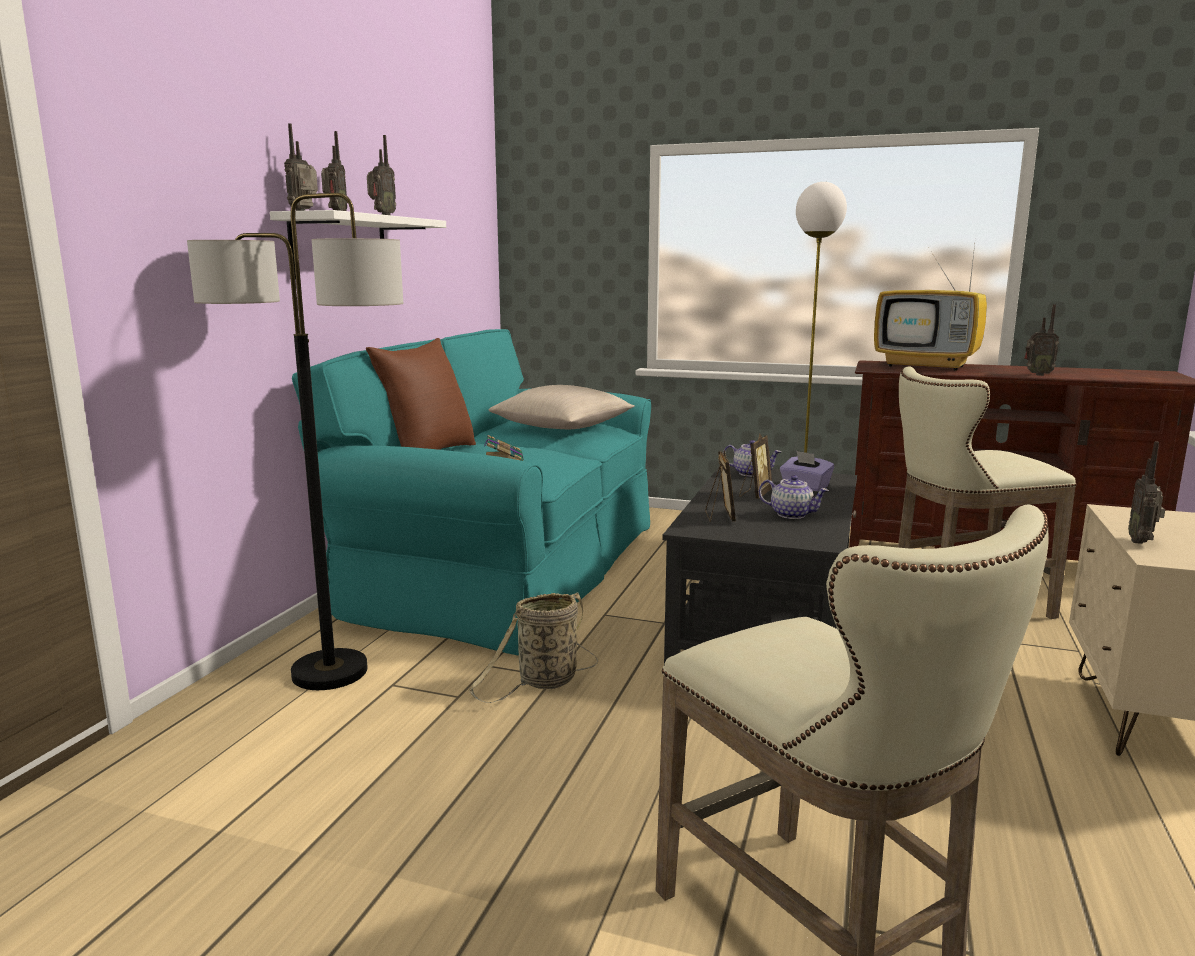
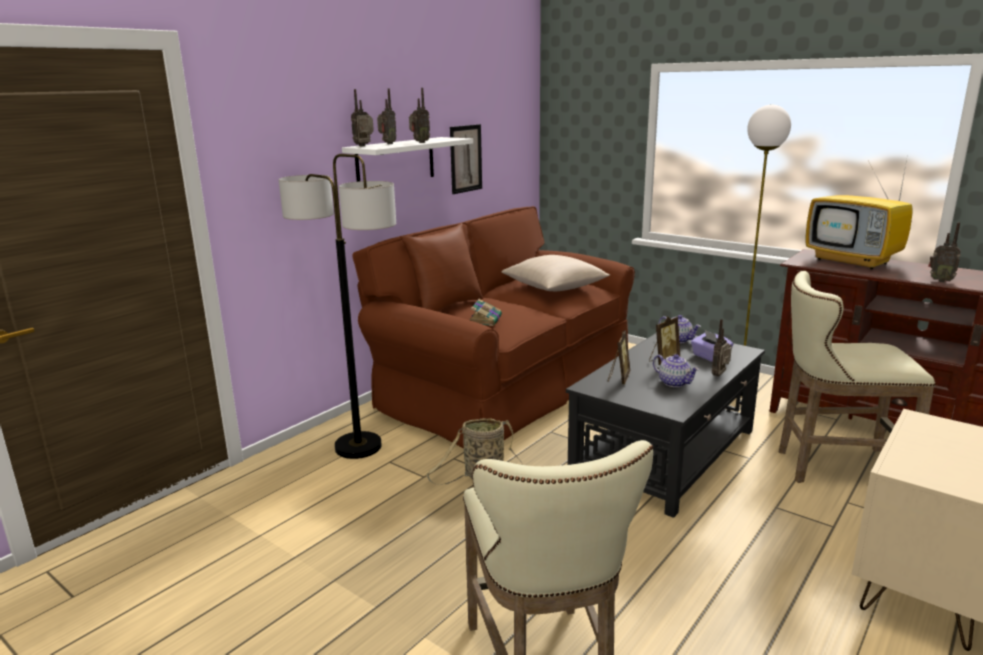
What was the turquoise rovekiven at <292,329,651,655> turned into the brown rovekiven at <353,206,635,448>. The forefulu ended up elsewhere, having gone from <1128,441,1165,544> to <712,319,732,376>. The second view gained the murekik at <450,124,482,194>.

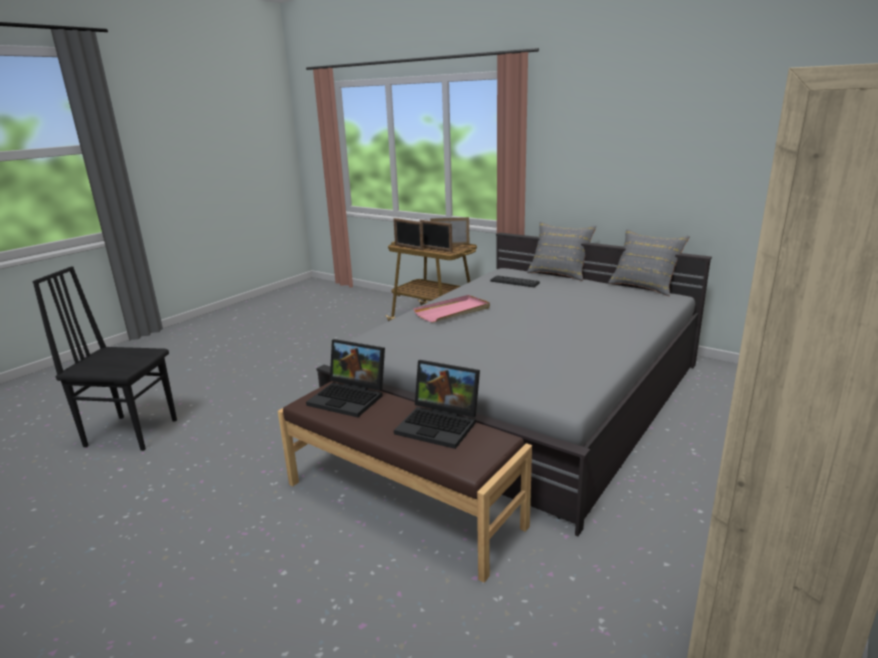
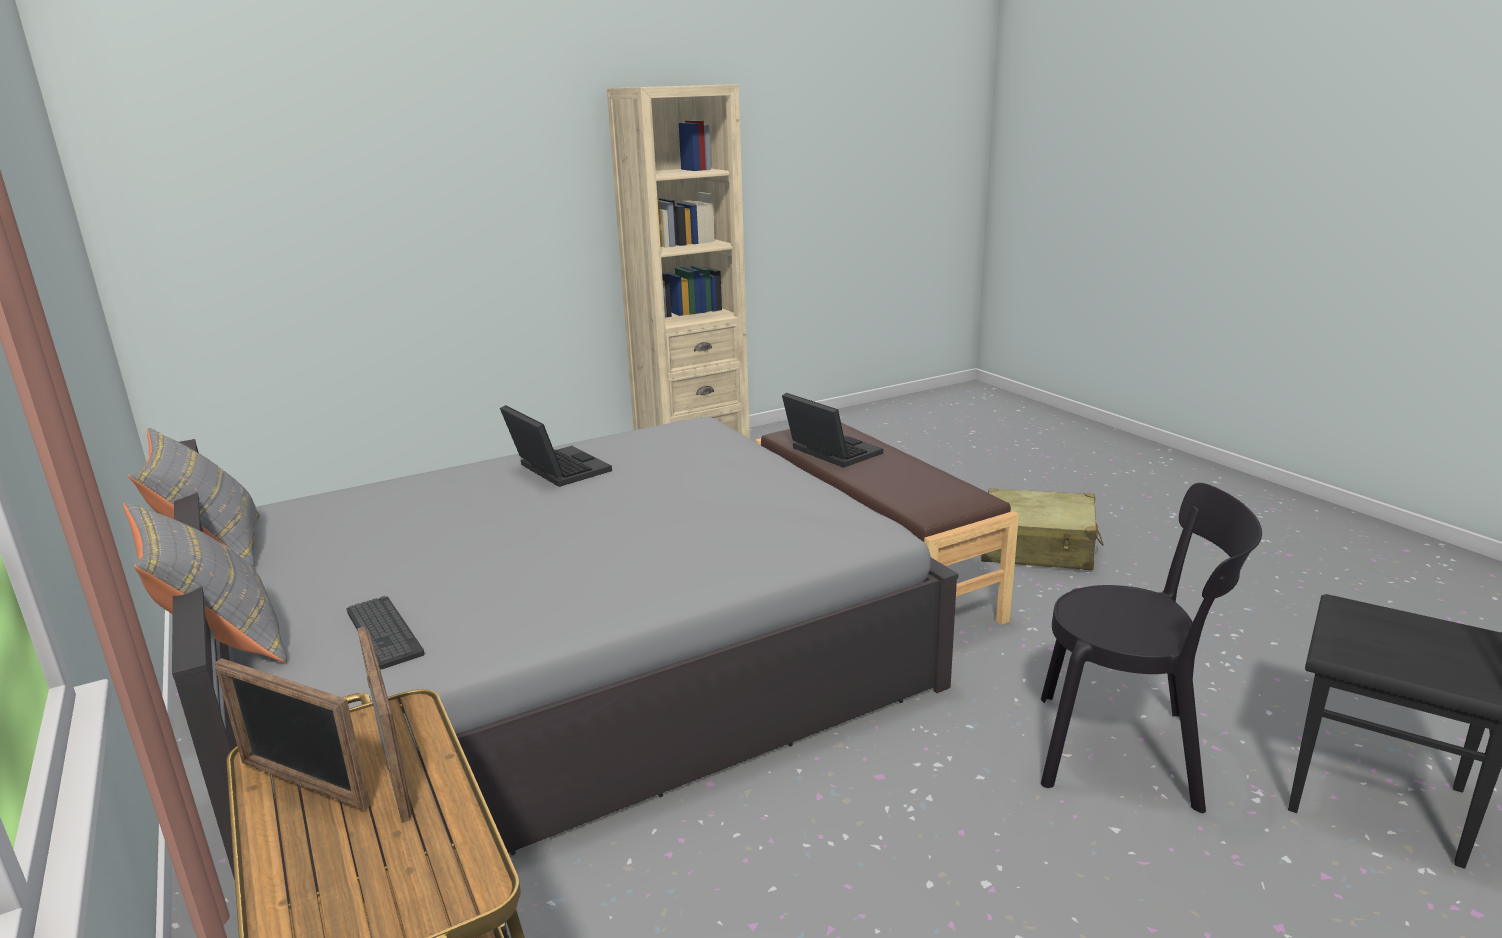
The second view lost the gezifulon at <393,218,424,250>. The second view lost the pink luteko at <413,295,490,322>. The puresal ended up elsewhere, having gone from <306,339,385,417> to <500,405,612,487>. The second view gained the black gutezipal at <1041,483,1262,813>. The second view gained the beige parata at <981,488,1104,570>.

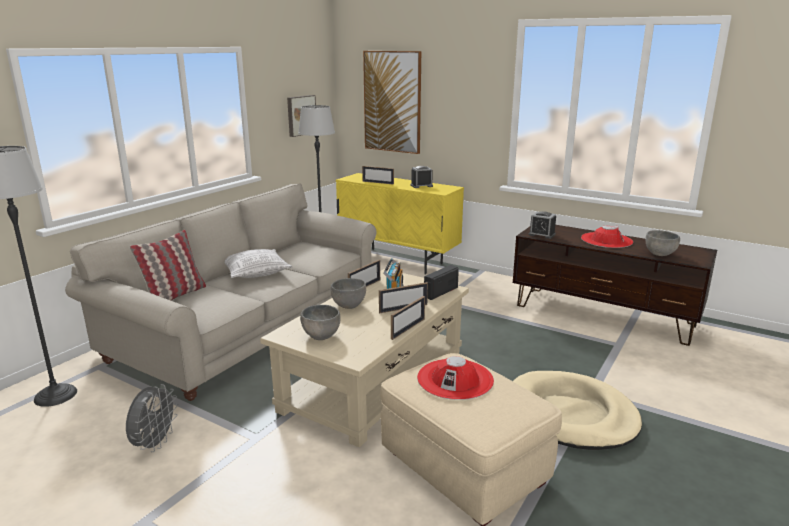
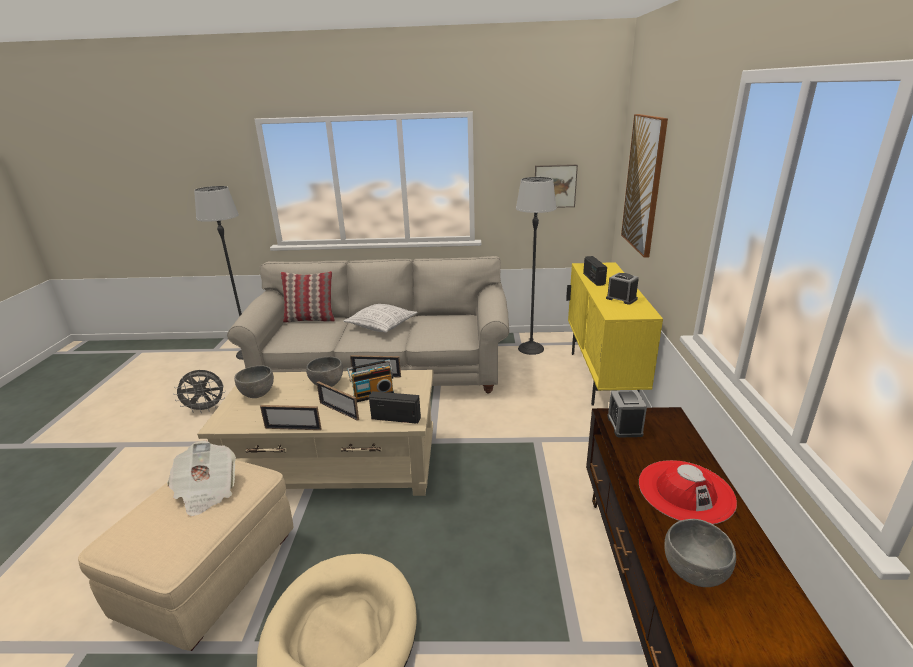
Where the gezifulon stood at <362,166,394,184>, the forefulu came to stand at <583,256,607,286>. Where the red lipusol stood at <417,356,494,400>, the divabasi came to stand at <167,440,236,516>.

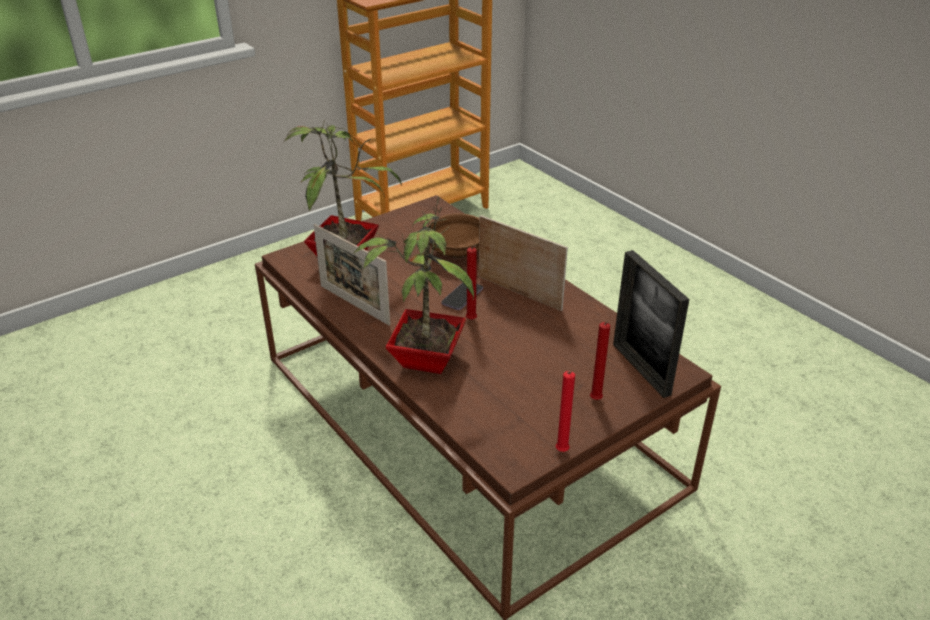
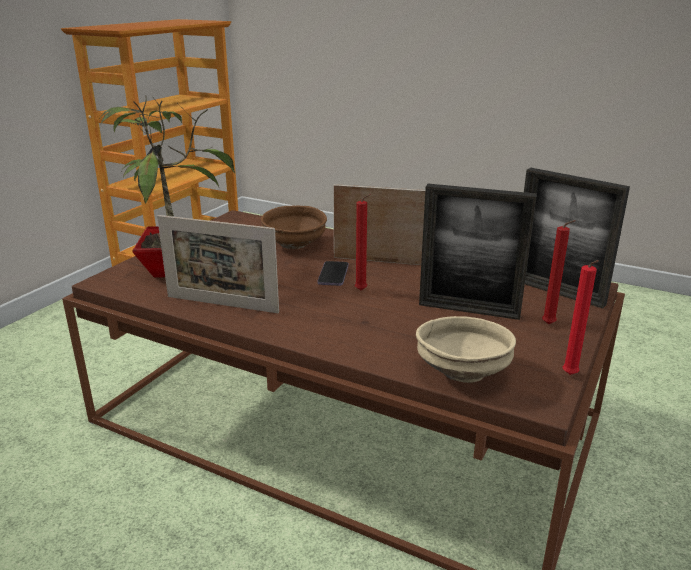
The second view lost the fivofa at <354,196,474,374>. The second view gained the gezifulon at <419,184,537,320>. The second view gained the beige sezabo at <416,316,516,383>.

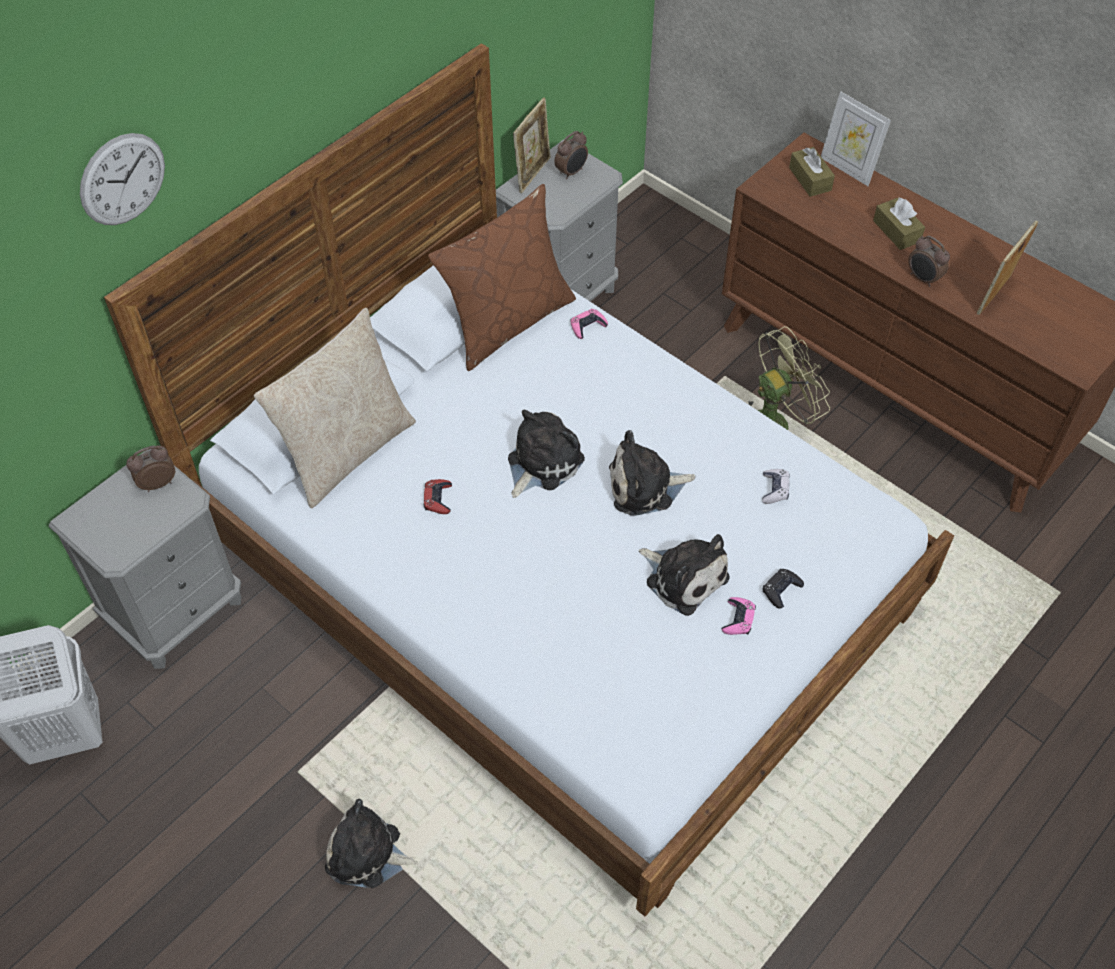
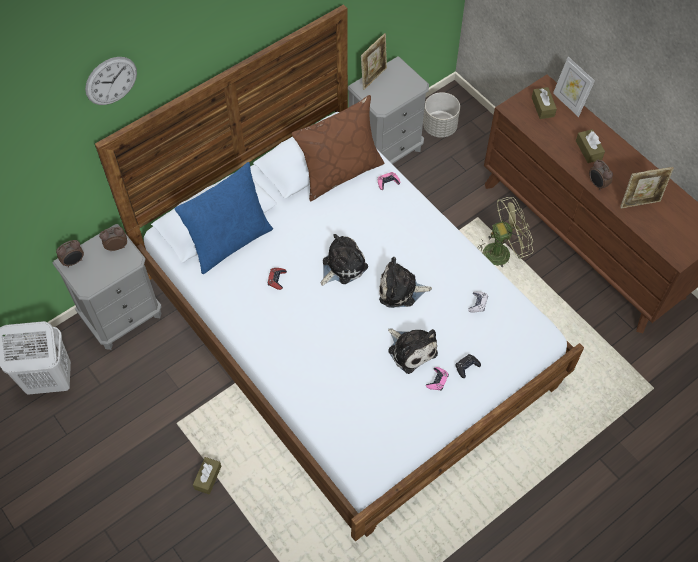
The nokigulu ended up elsewhere, having gone from <554,131,588,180> to <56,240,84,268>. The gezifulon at <977,221,1038,315> ended up facing another way, 150 degrees counterclockwise from before. What was the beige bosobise at <254,308,416,508> turned into the blue bosobise at <175,162,273,274>. Where the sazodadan stood at <325,799,418,888>, the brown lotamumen came to stand at <193,457,221,495>. The second view gained the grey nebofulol at <423,92,460,138>.

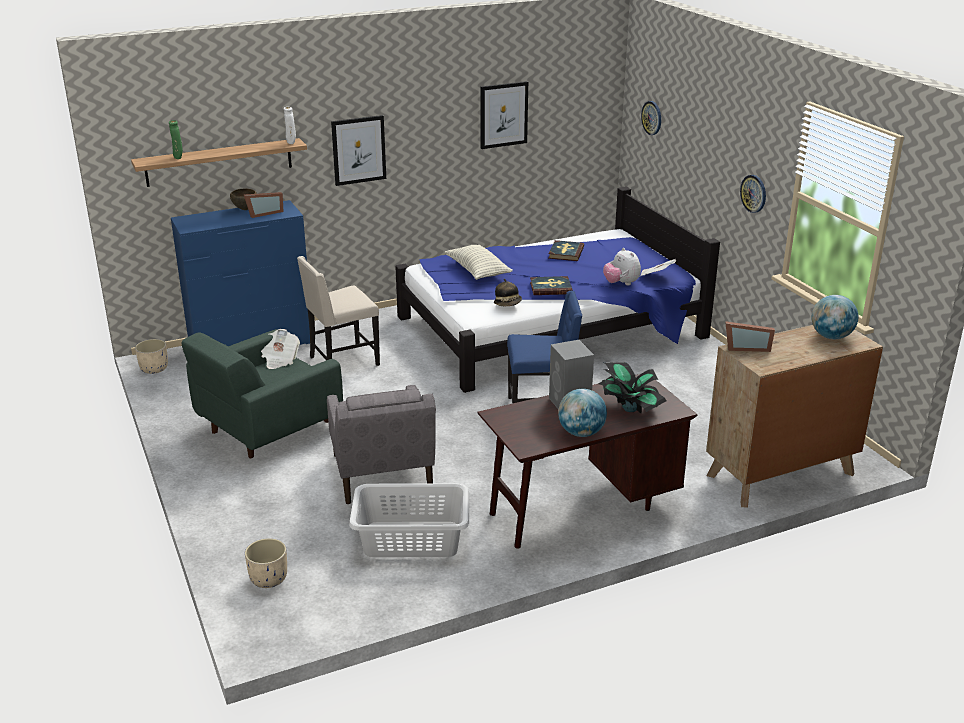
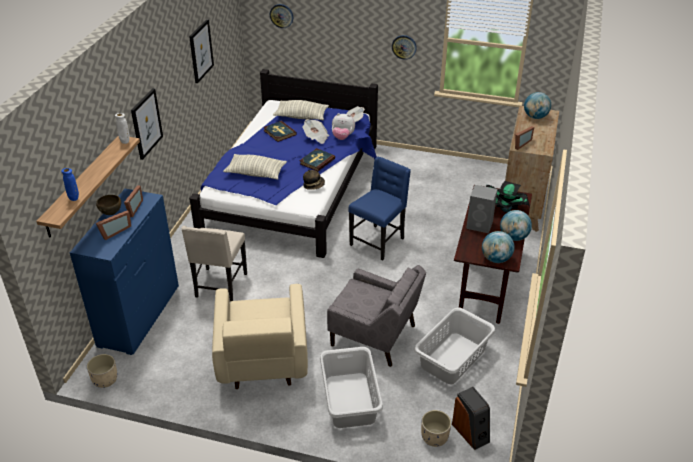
What was the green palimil at <169,120,183,159> turned into the blue palimil at <61,168,79,201>. What was the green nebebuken at <182,329,343,459> turned into the beige nebebuken at <212,284,308,389>. The divabasi ended up elsewhere, having gone from <261,329,300,369> to <302,119,329,144>. The second view gained the bosobise at <273,100,329,120>. The second view gained the gezifulon at <96,211,131,240>. The second view gained the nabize at <482,231,515,263>. The second view gained the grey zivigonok at <320,347,383,428>. The second view gained the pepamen at <452,387,490,450>.

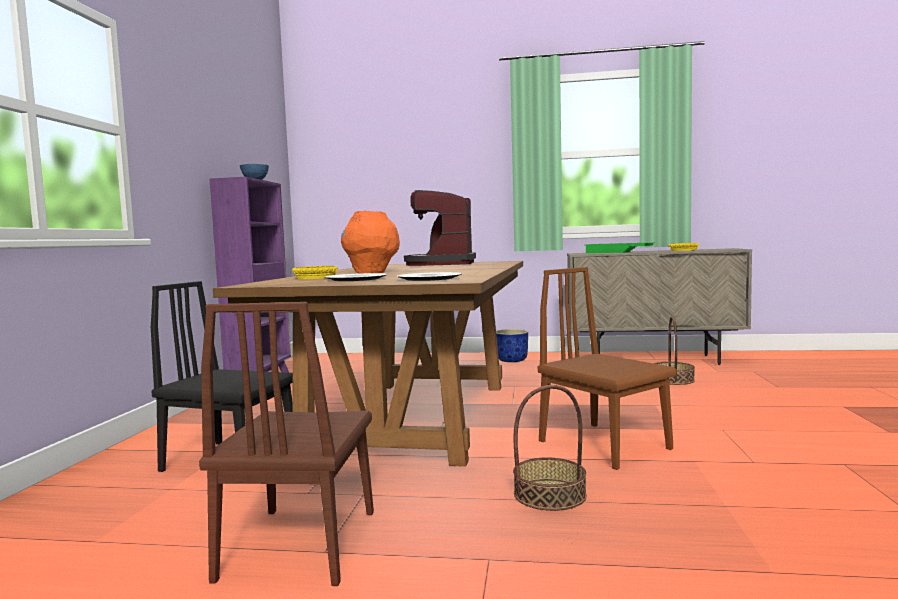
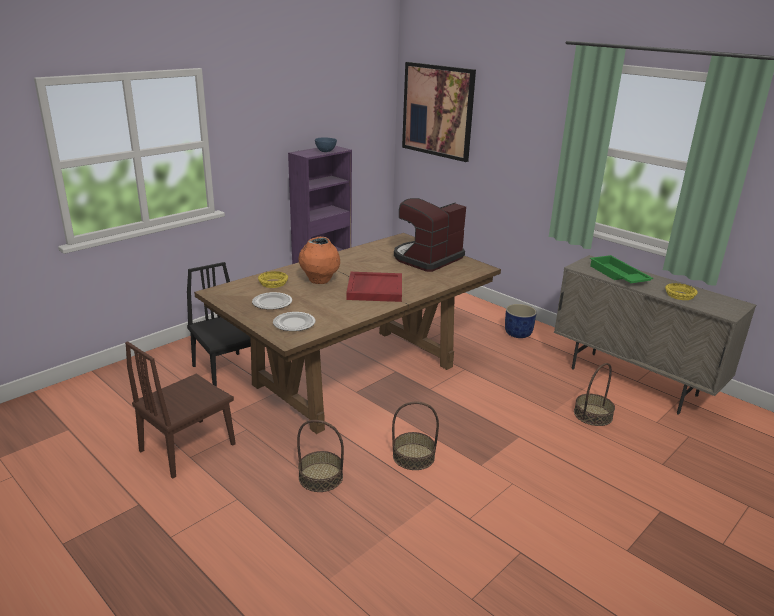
Where the brown gutezipal stood at <538,267,677,470>, the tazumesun came to stand at <392,402,439,470>. The second view gained the murekik at <402,62,476,162>. The second view gained the red luteko at <346,272,402,302>.

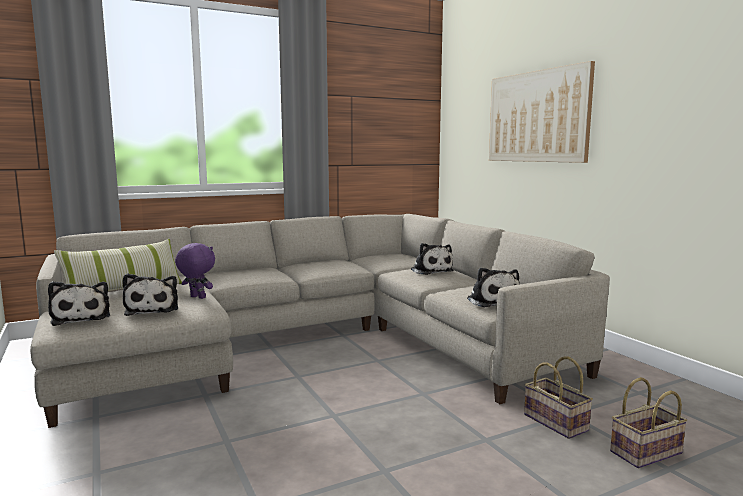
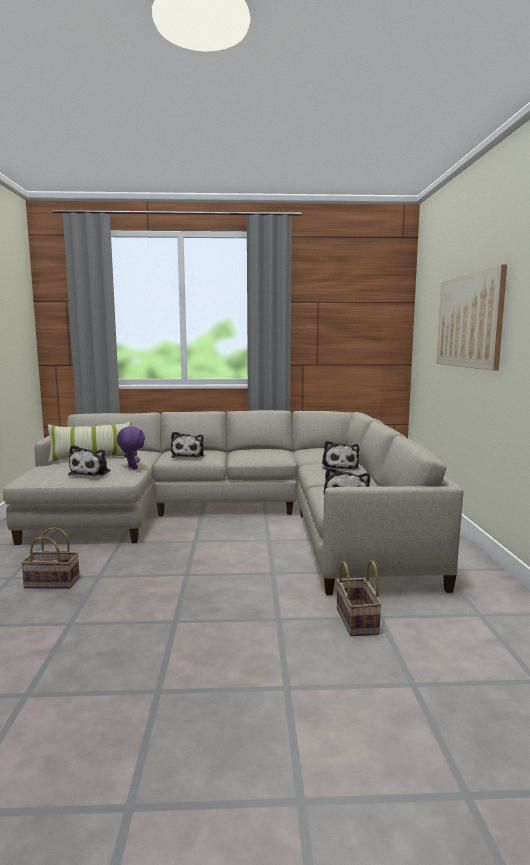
The sazodadan ended up elsewhere, having gone from <48,281,110,326> to <171,431,204,458>. The tazumesun ended up elsewhere, having gone from <610,377,687,468> to <21,527,80,589>.

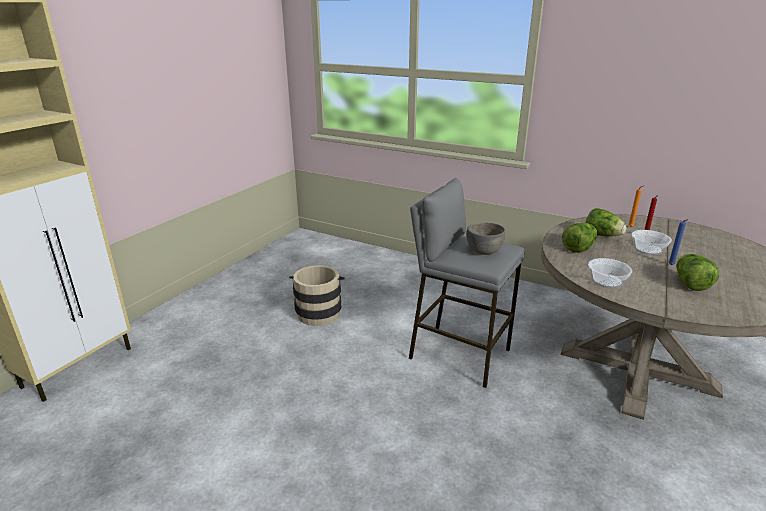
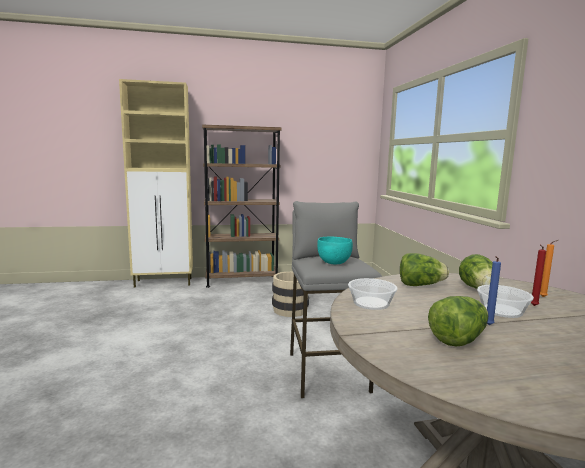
What was the grey sezabo at <467,222,505,255> turned into the turquoise sezabo at <317,236,353,264>. The second view gained the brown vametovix at <202,125,282,288>.

